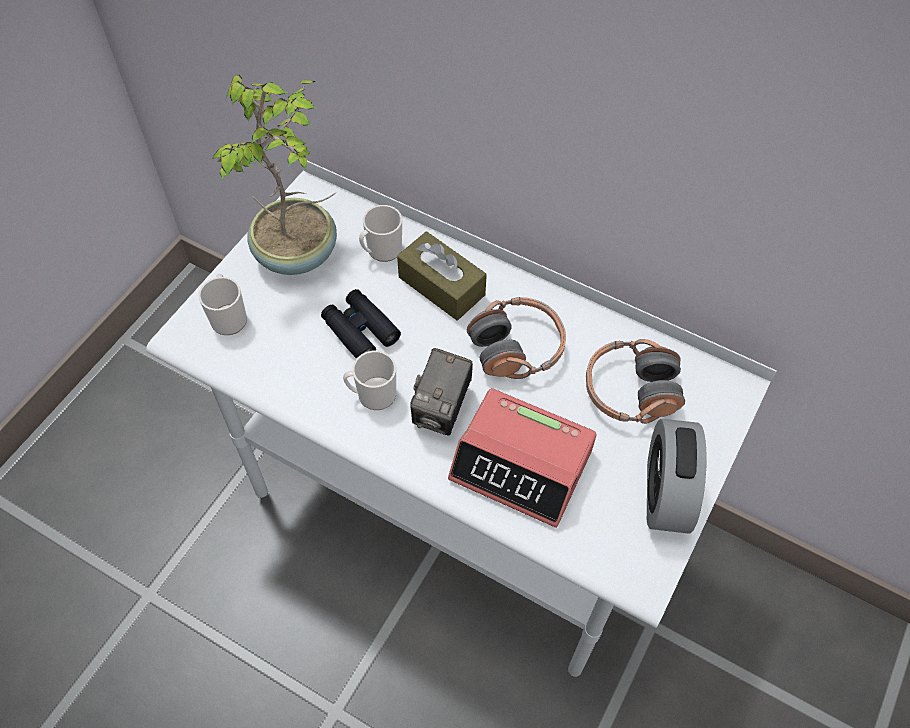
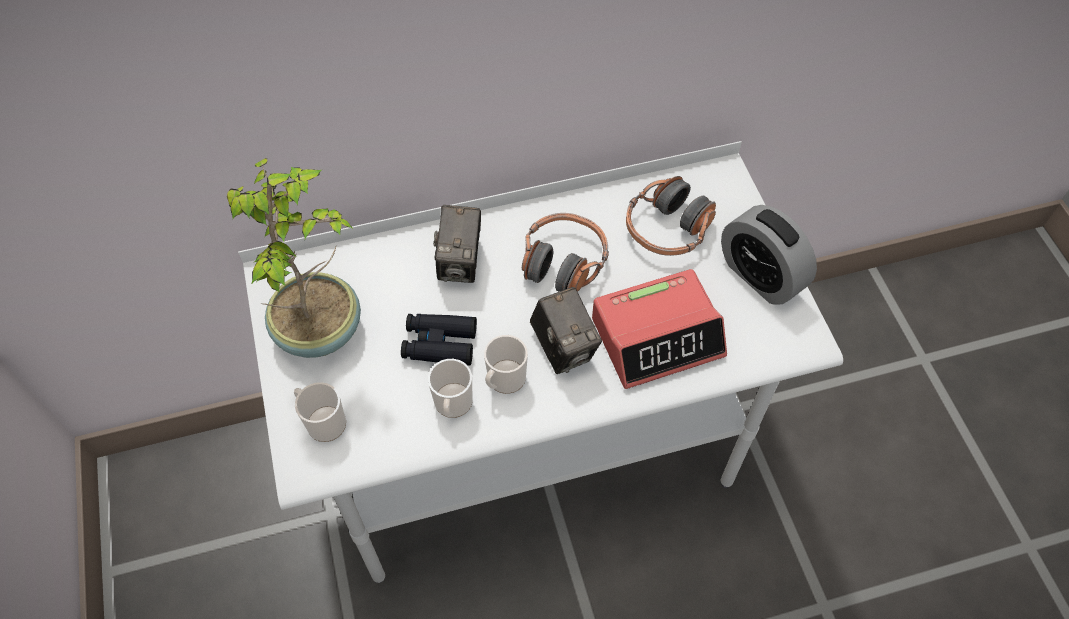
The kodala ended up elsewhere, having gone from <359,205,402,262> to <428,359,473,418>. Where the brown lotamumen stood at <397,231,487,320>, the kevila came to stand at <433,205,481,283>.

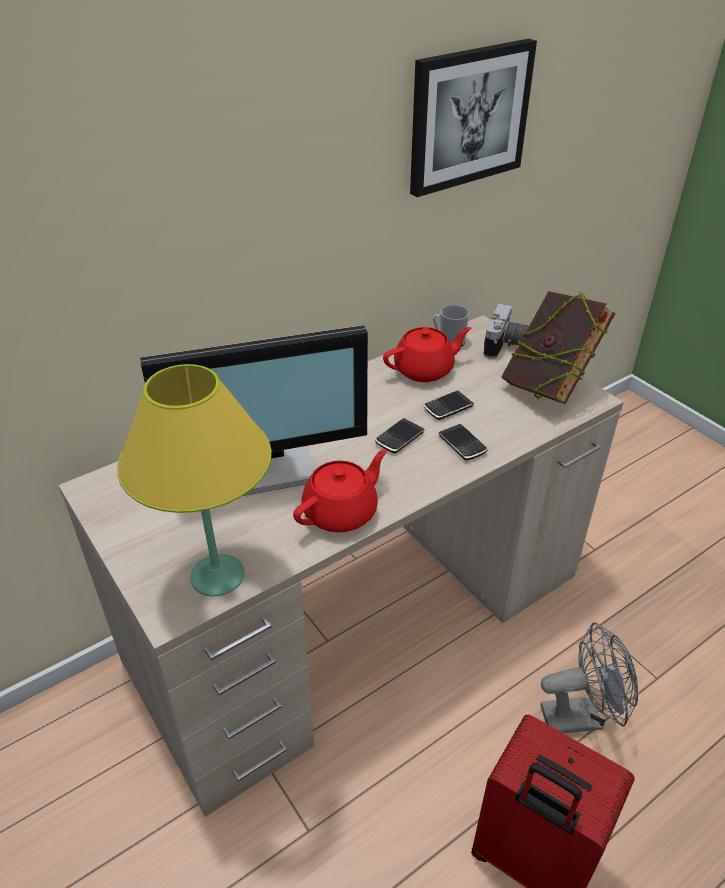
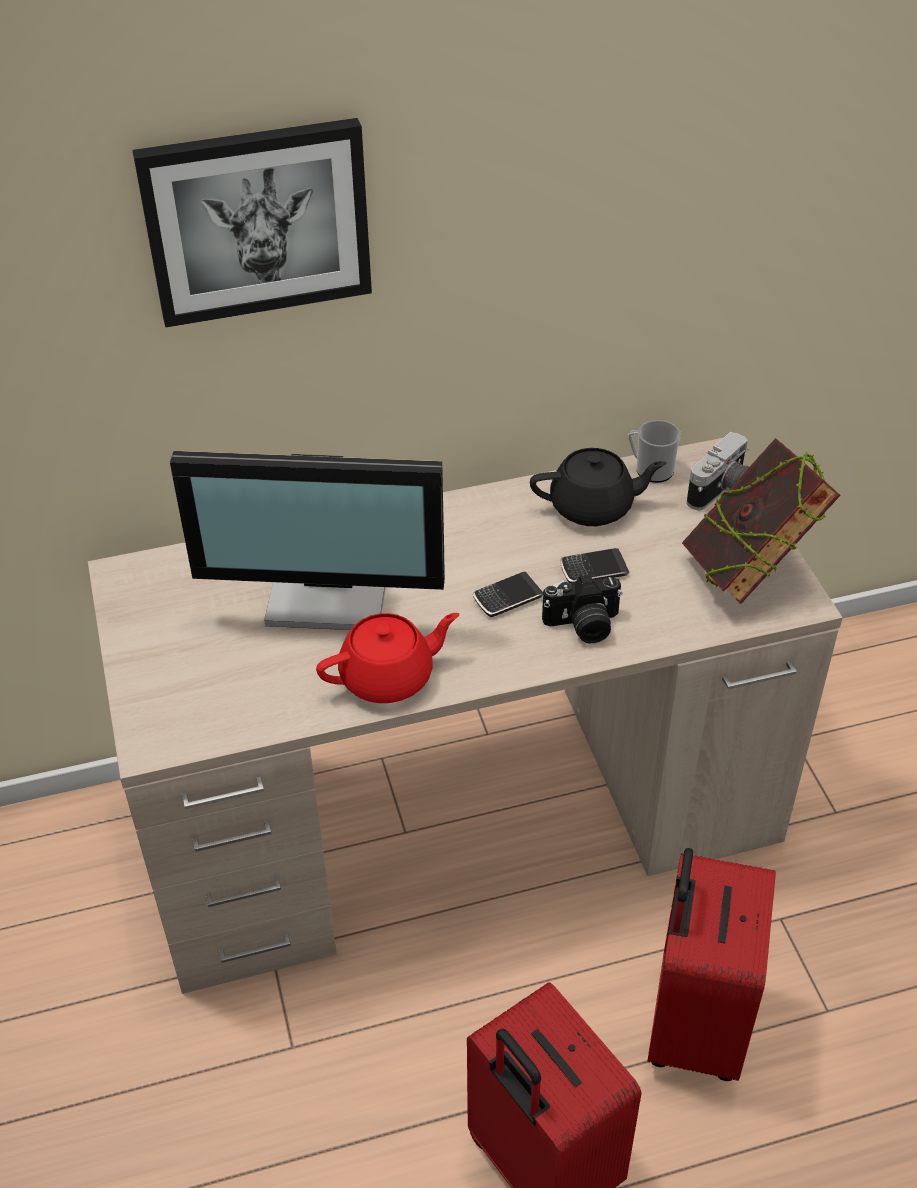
The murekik ended up elsewhere, having gone from <410,39,537,197> to <133,118,372,328>. What was the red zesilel at <383,327,471,382> turned into the black zesilel at <530,448,667,526>. The second view lost the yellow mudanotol at <117,364,272,596>. Where the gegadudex stood at <438,424,488,461>, the kevila came to stand at <542,574,622,643>. Where the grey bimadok stood at <540,622,638,733>, the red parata came to stand at <647,848,776,1081>.

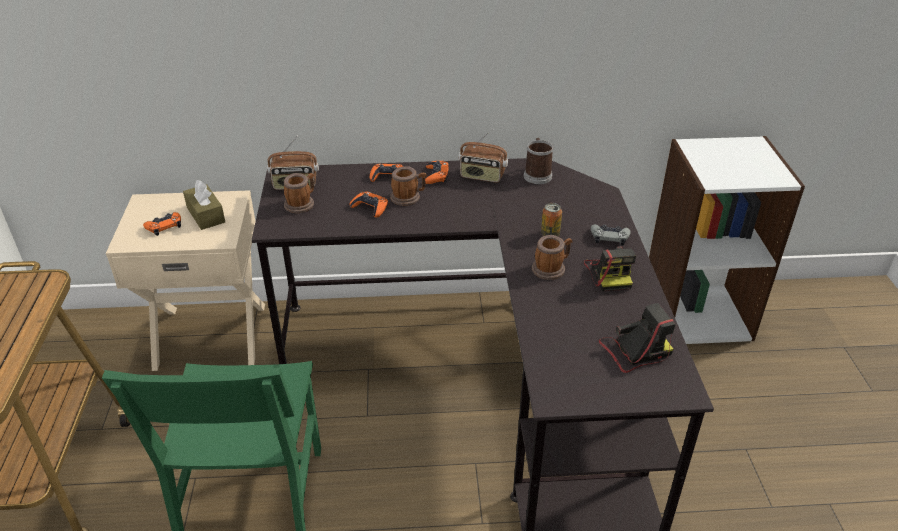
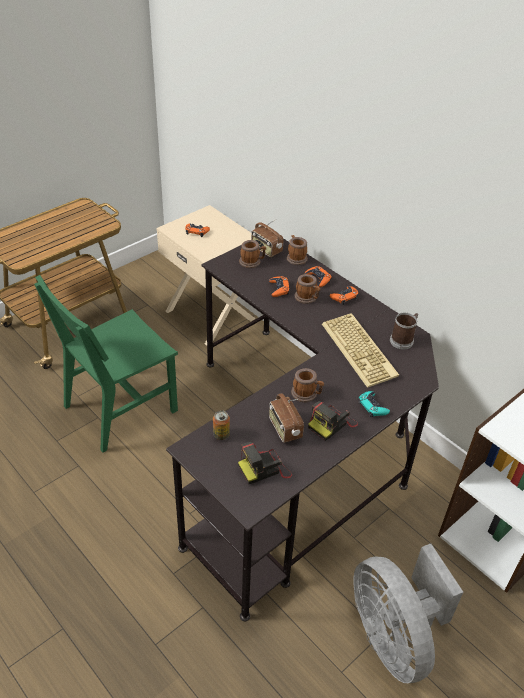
The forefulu ended up elsewhere, having gone from <459,129,508,183> to <269,393,304,443>. The second view lost the brown lotamumen at <183,180,225,230>. The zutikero ended up elsewhere, having gone from <541,203,562,236> to <213,410,230,440>. What was the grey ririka at <591,224,631,246> turned into the turquoise ririka at <358,391,390,417>. The kevila at <599,303,676,373> ended up facing another way, 120 degrees clockwise from before. The second view gained the kodala at <287,235,308,265>. The second view gained the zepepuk at <322,313,399,388>. The second view gained the grey bimadok at <354,544,463,683>.

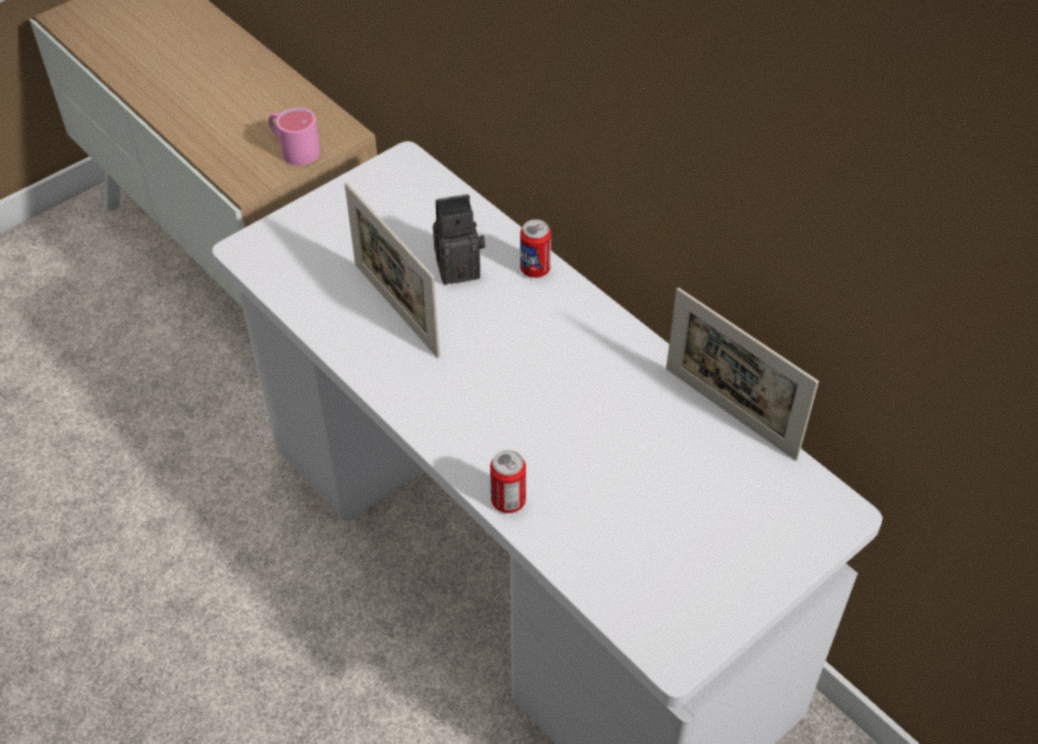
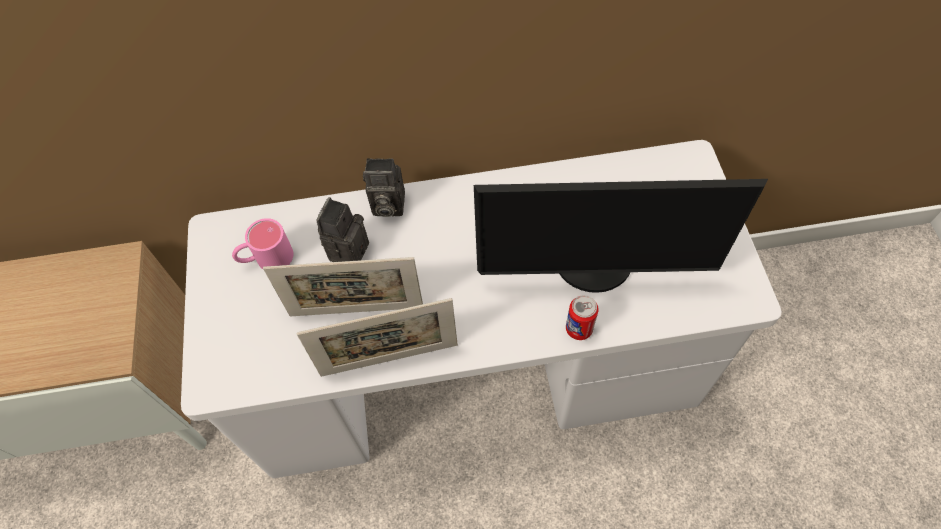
The pink kodala ended up elsewhere, having gone from <268,108,320,166> to <232,218,294,269>. Where the zutikero stood at <520,219,551,278>, the kevila came to stand at <363,158,405,217>. The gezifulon ended up elsewhere, having gone from <666,288,819,461> to <297,298,458,377>. The second view gained the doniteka at <474,179,768,293>.

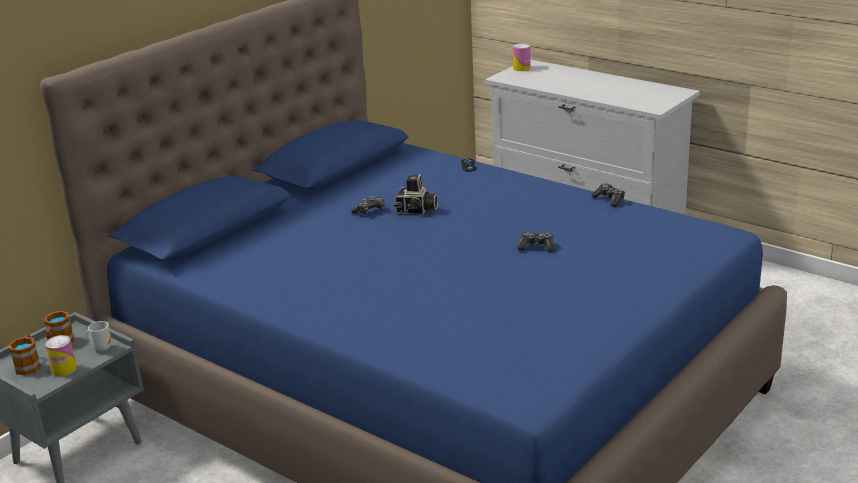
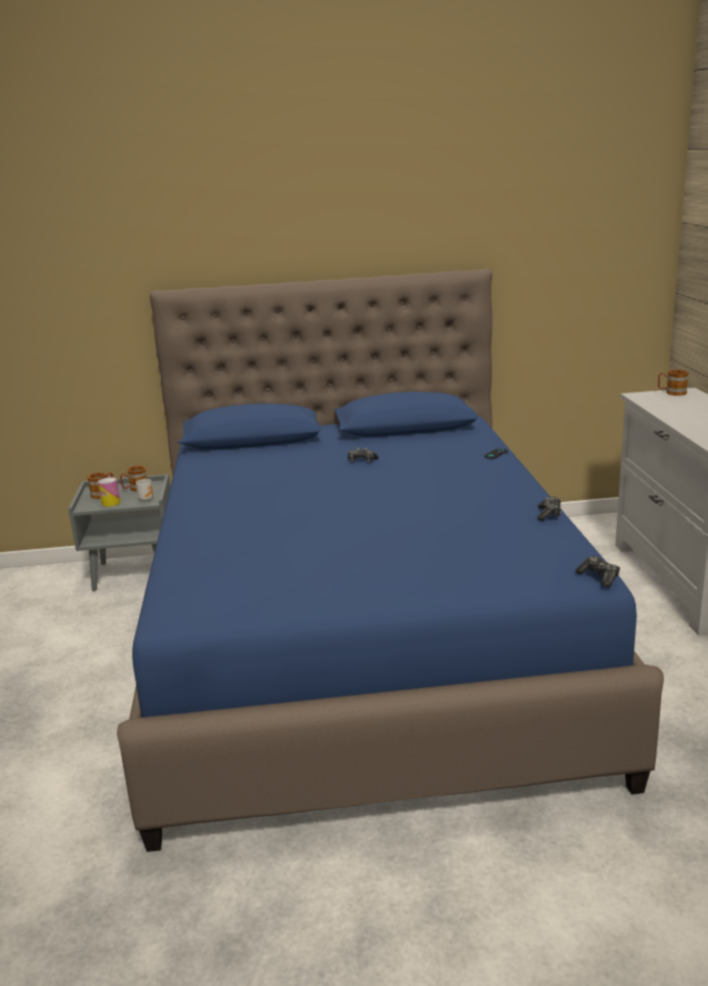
Where the zutikero stood at <513,43,531,71>, the kodala came to stand at <658,370,689,396>. The second view lost the kevila at <394,174,438,215>. The ririka ended up elsewhere, having gone from <517,232,555,252> to <576,556,620,587>.

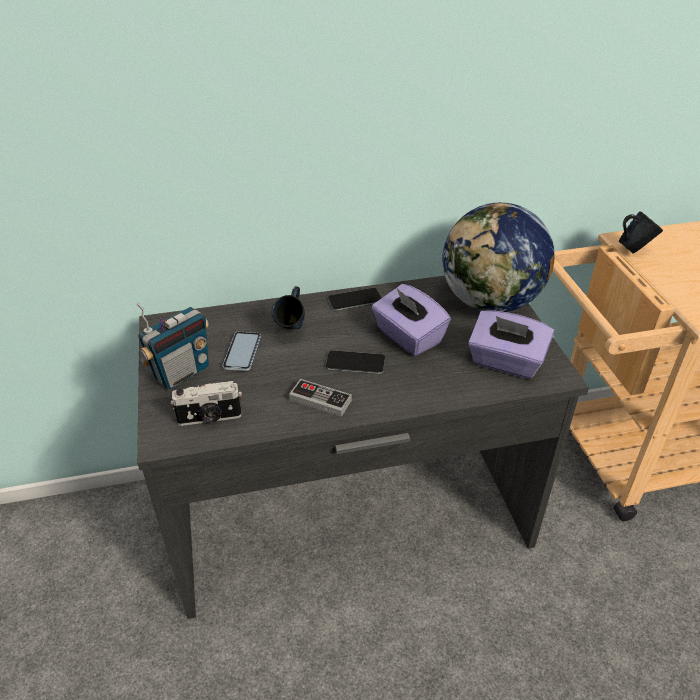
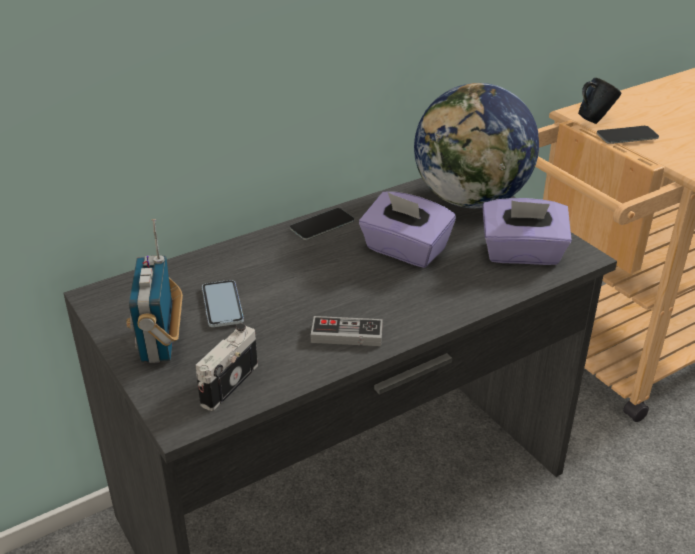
The second view lost the blue kodala at <272,286,305,329>. The forefulu at <136,302,209,389> ended up facing another way, 150 degrees clockwise from before. The gegadudex ended up elsewhere, having gone from <325,350,385,374> to <597,126,659,144>. The kevila at <171,381,242,426> ended up facing another way, 150 degrees clockwise from before.

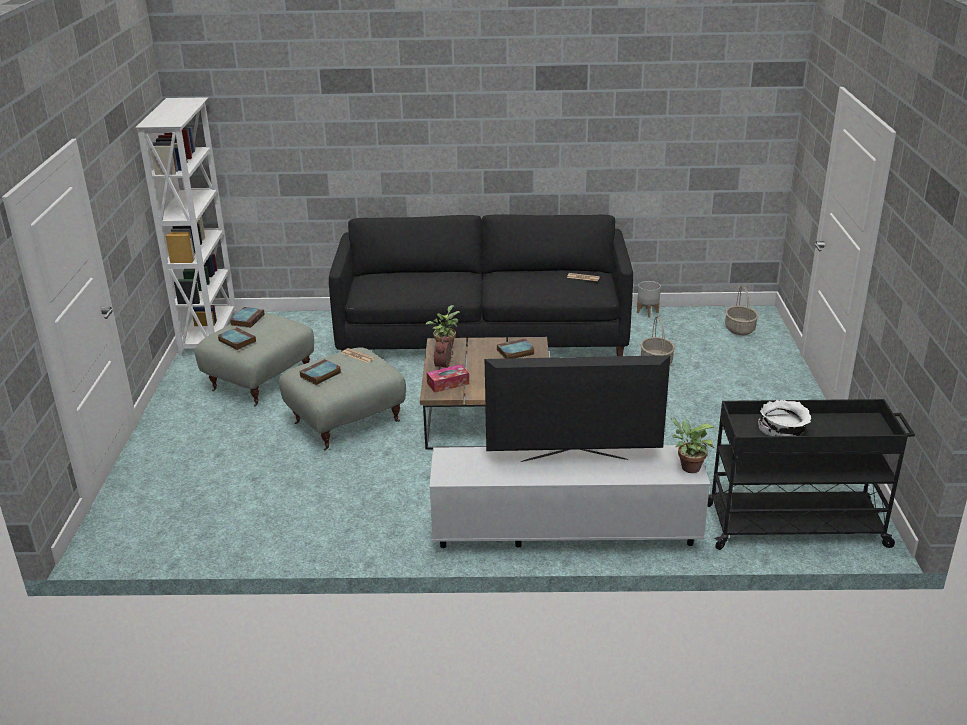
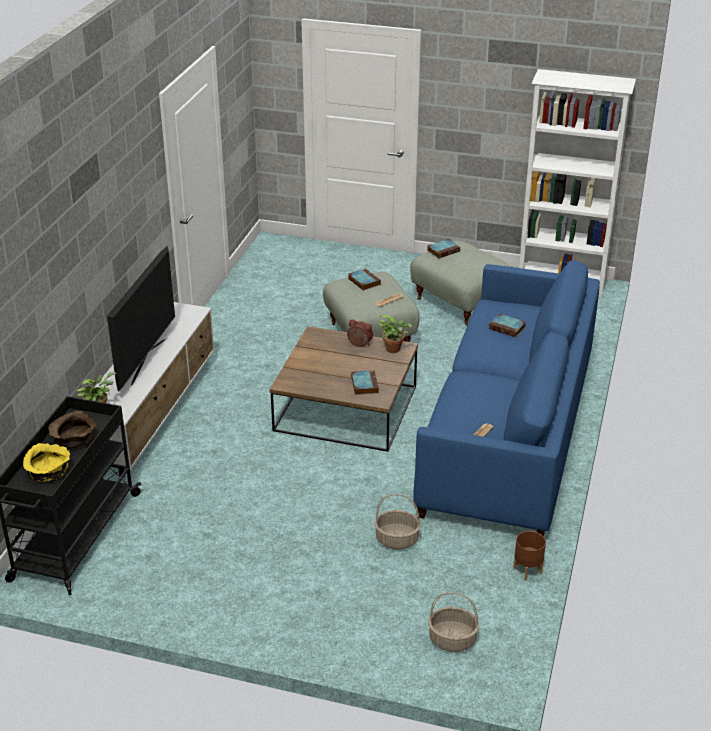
What was the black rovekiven at <329,214,633,356> turned into the blue rovekiven at <413,260,600,536>. What was the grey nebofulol at <637,281,661,318> turned into the brown nebofulol at <513,531,546,581>. The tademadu ended up elsewhere, having gone from <230,307,264,328> to <489,314,526,337>. The second view lost the lotamumen at <427,364,469,393>. What was the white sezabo at <758,400,811,436> turned into the brown sezabo at <48,411,96,449>. The second view gained the yellow sezabo at <23,443,70,482>.

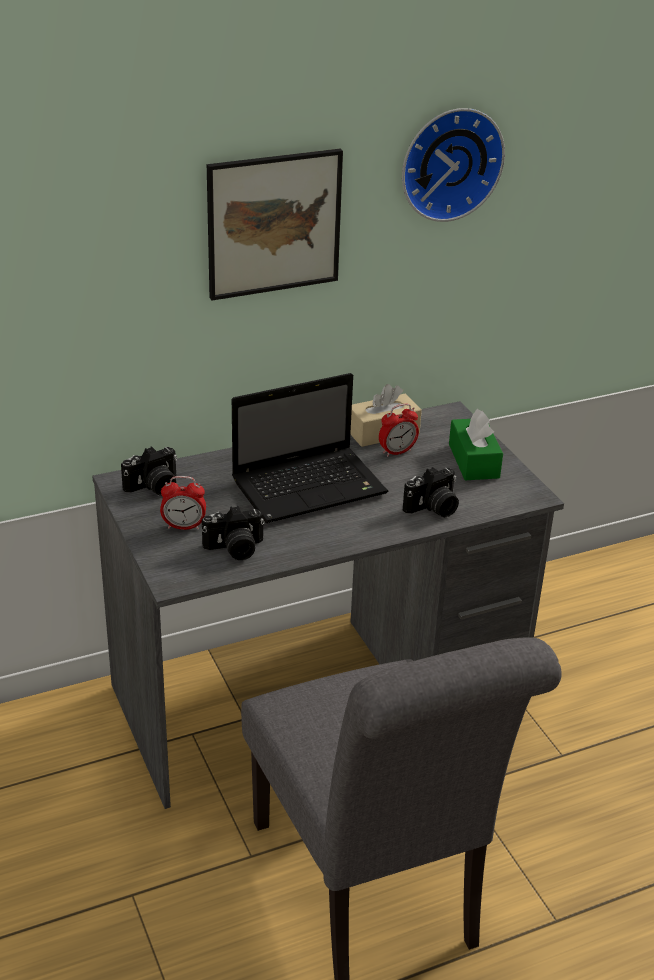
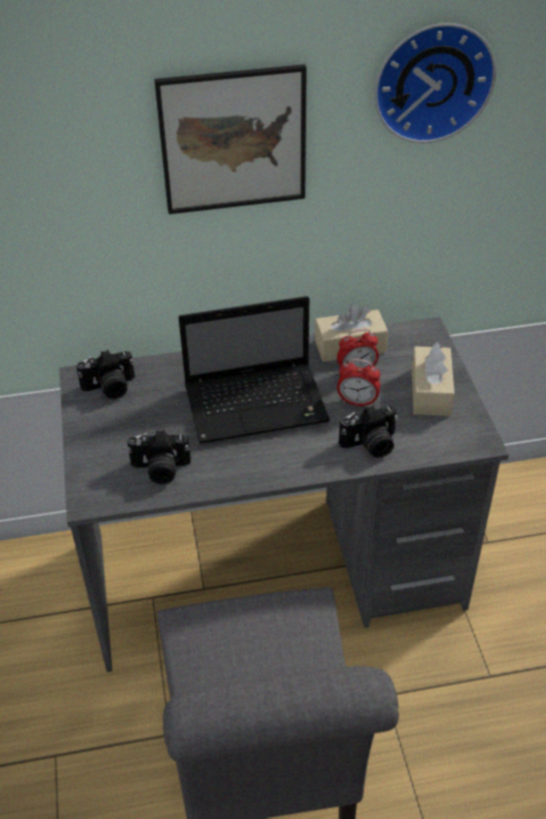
What was the green lotamumen at <449,409,503,480> turned into the beige lotamumen at <412,342,455,416>. The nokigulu ended up elsewhere, having gone from <160,476,206,530> to <337,359,380,407>.

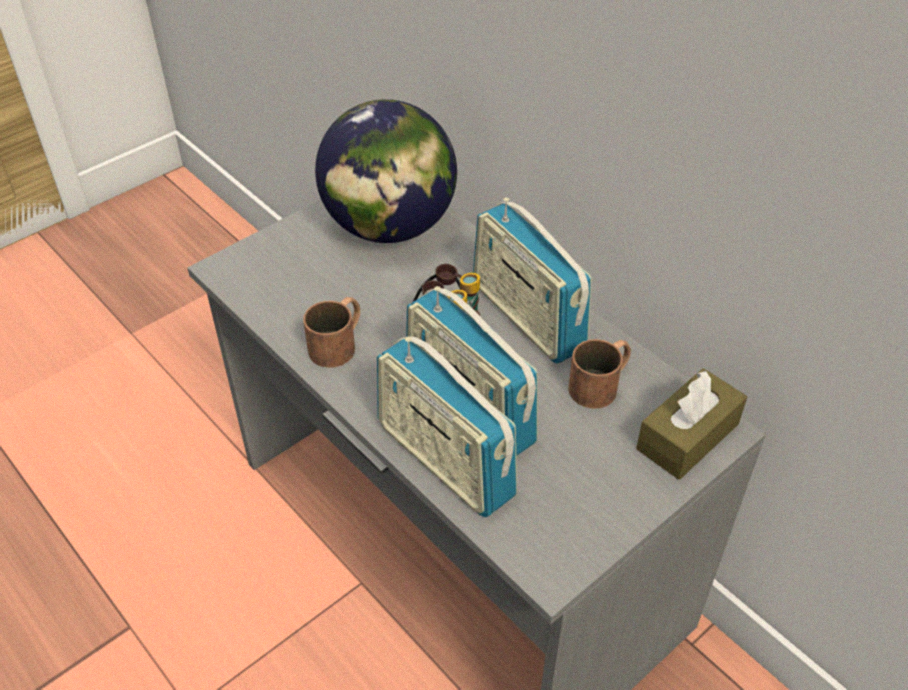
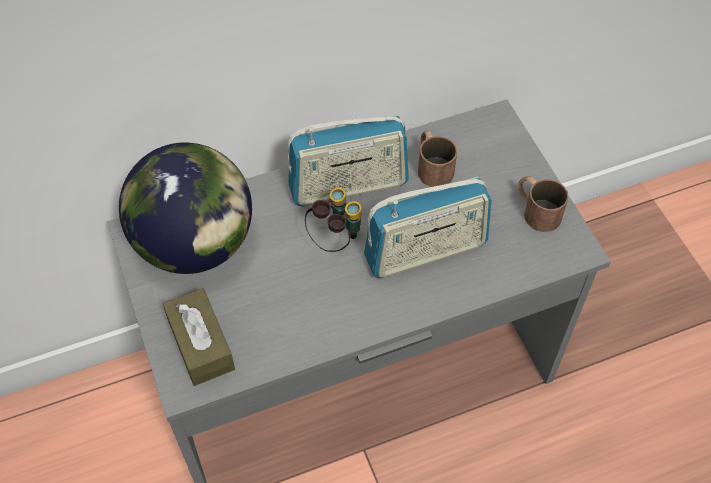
The brown kodala ended up elsewhere, having gone from <303,297,360,368> to <518,176,569,232>. The second view lost the forefulu at <377,336,517,518>. The brown lotamumen ended up elsewhere, having gone from <636,368,747,480> to <163,288,235,386>.

